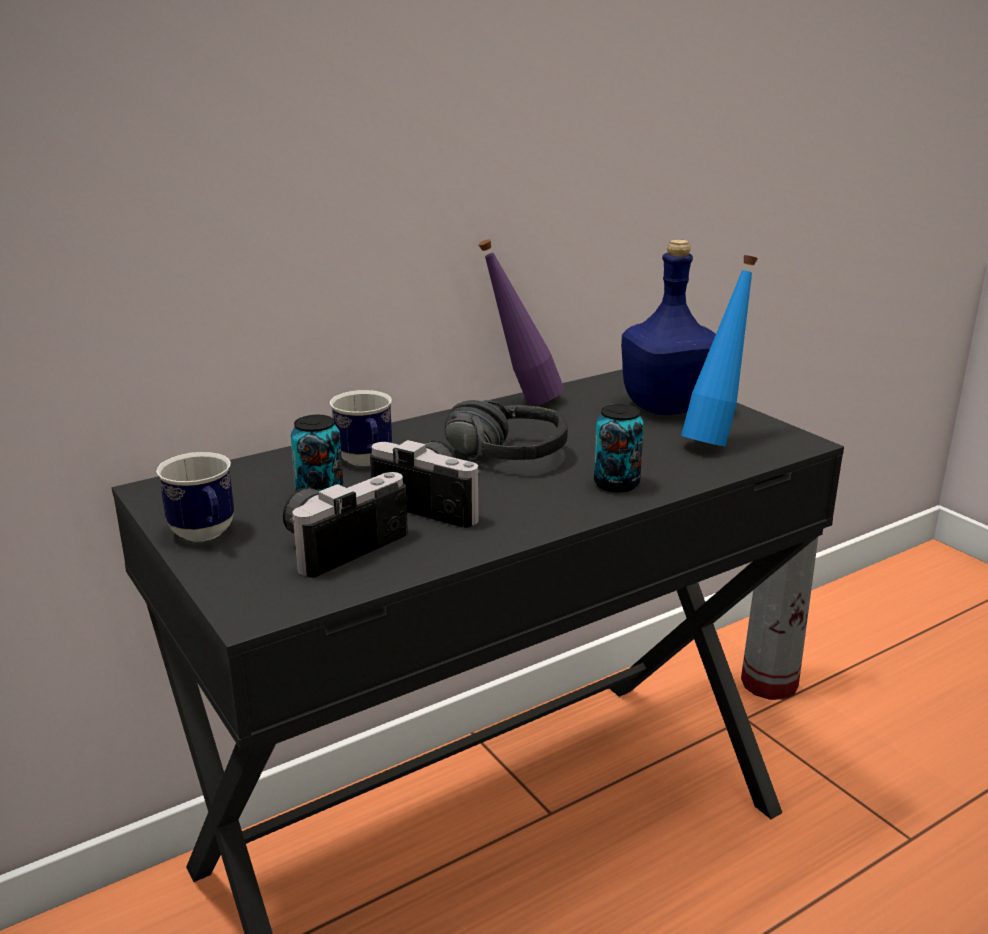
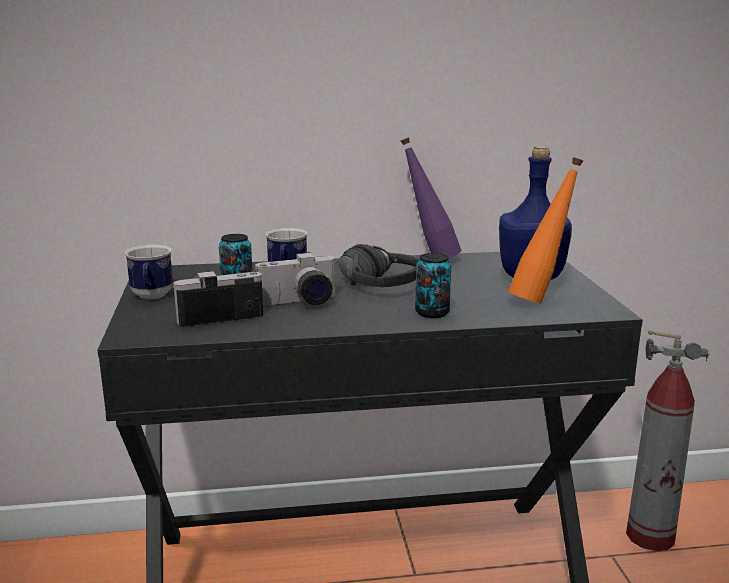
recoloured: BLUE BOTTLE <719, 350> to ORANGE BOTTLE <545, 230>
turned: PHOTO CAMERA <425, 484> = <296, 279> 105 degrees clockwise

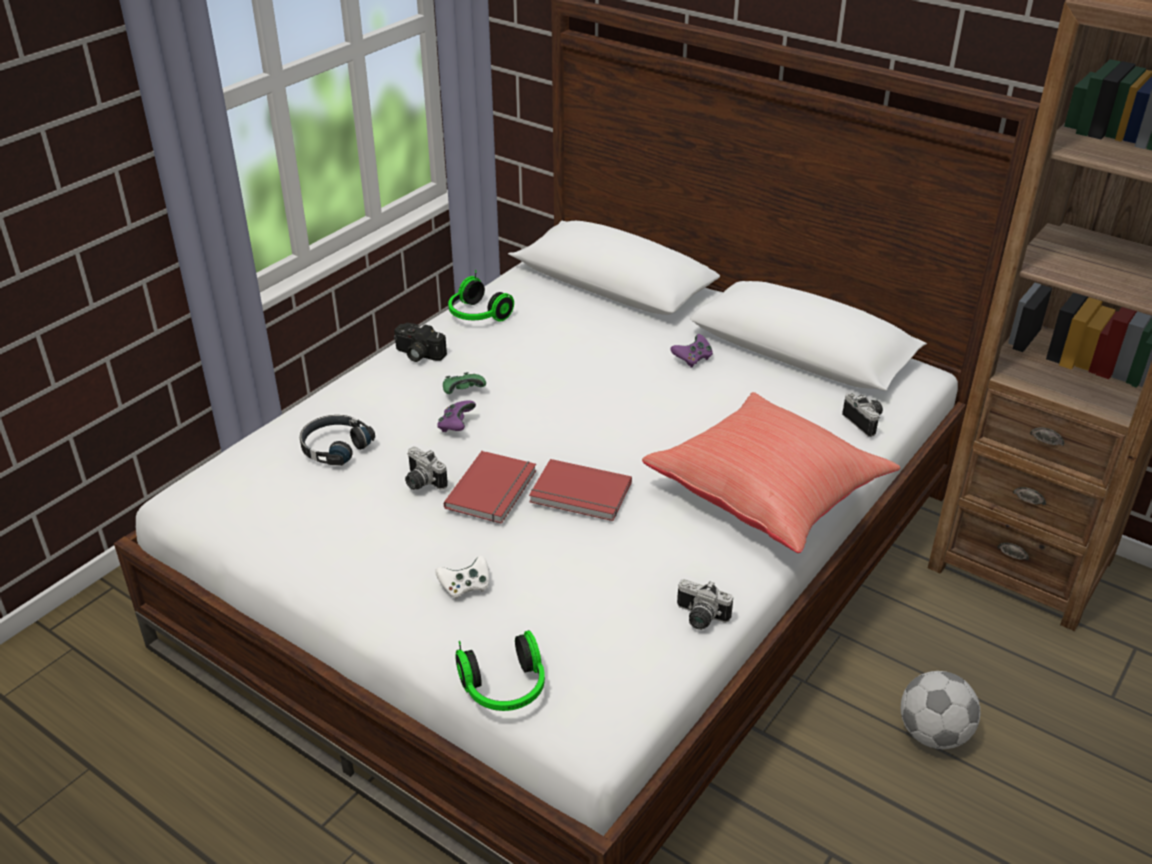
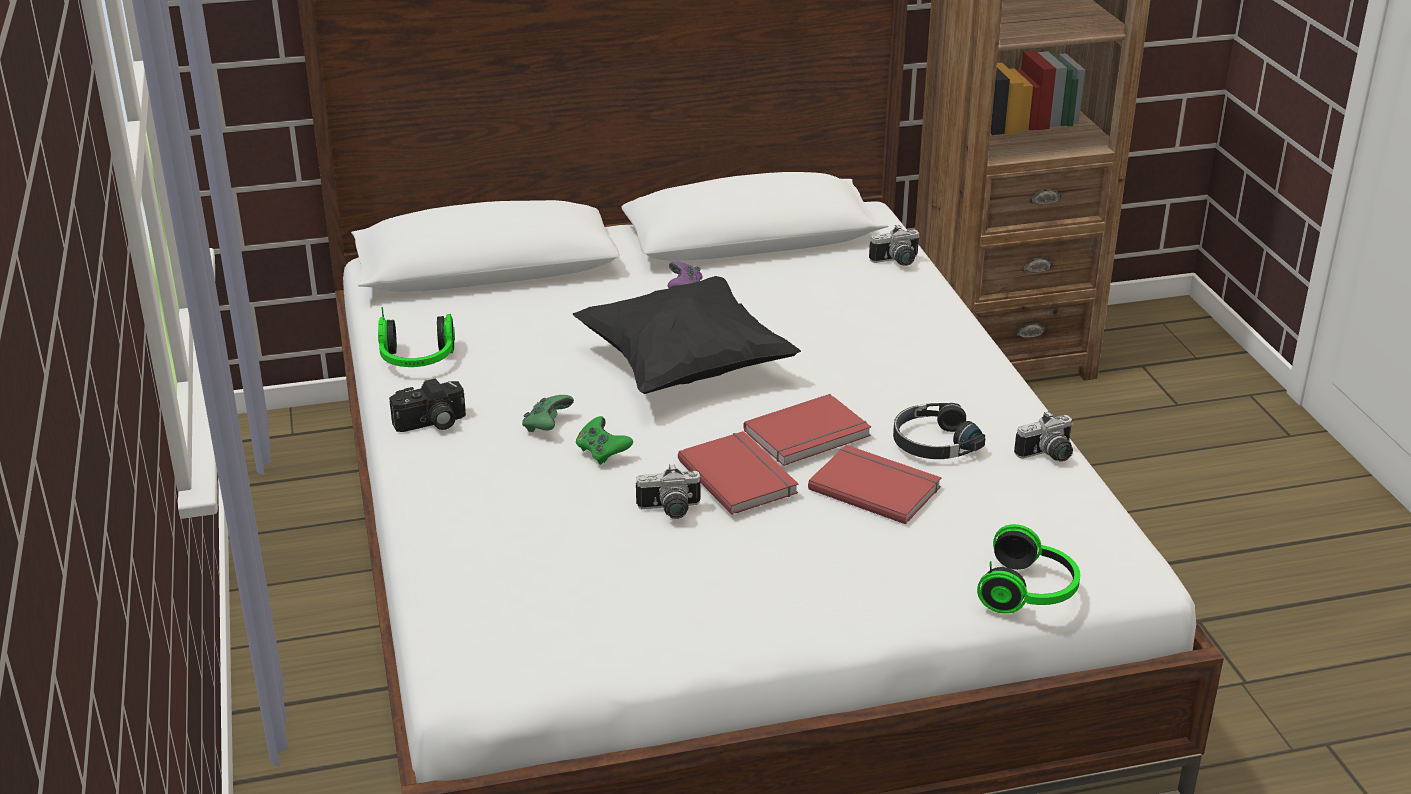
removed: RED PILLOW <771, 472>; WHITE GAME CONTROLLER <462, 577>; FOOTBALL <941, 710>
added: BLACK PILLOW <687, 335>; RED BOOK <874, 484>
moved: BLACK HEADPHONES <337, 440> to <939, 431>
recoloured: PURPLE GAME CONTROLLER <456, 416> to GREEN GAME CONTROLLER <604, 440>
turned: PHOTO CAMERA <862, 414> = <894, 245> 150 degrees clockwise

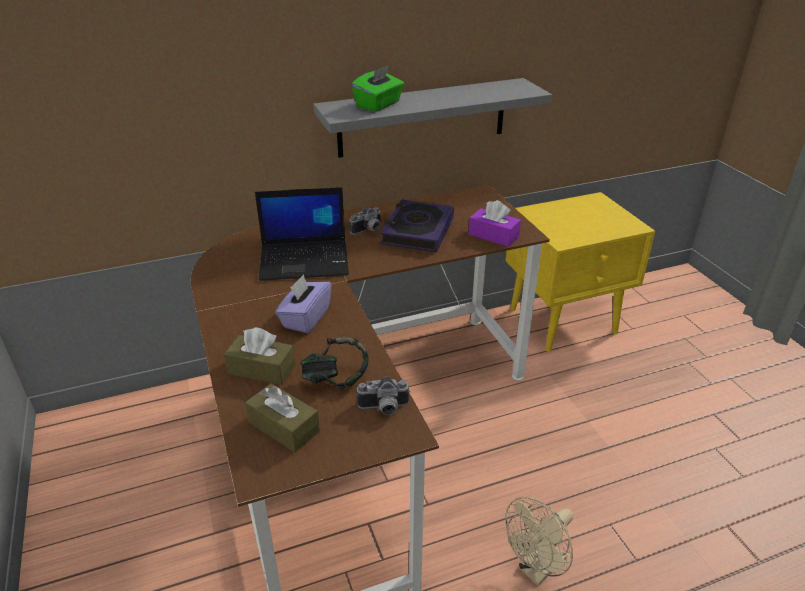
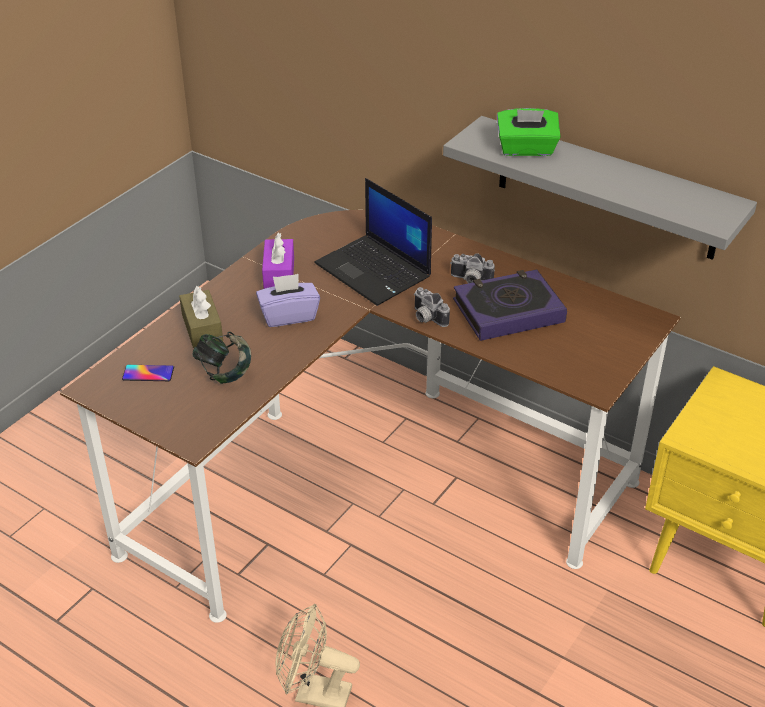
moved: PURPLE TISSUE BOX <495, 223> to <278, 261>; PHOTO CAMERA <383, 395> to <432, 307>
replaced: BROWN TISSUE BOX <282, 418> to PHONE <148, 373>

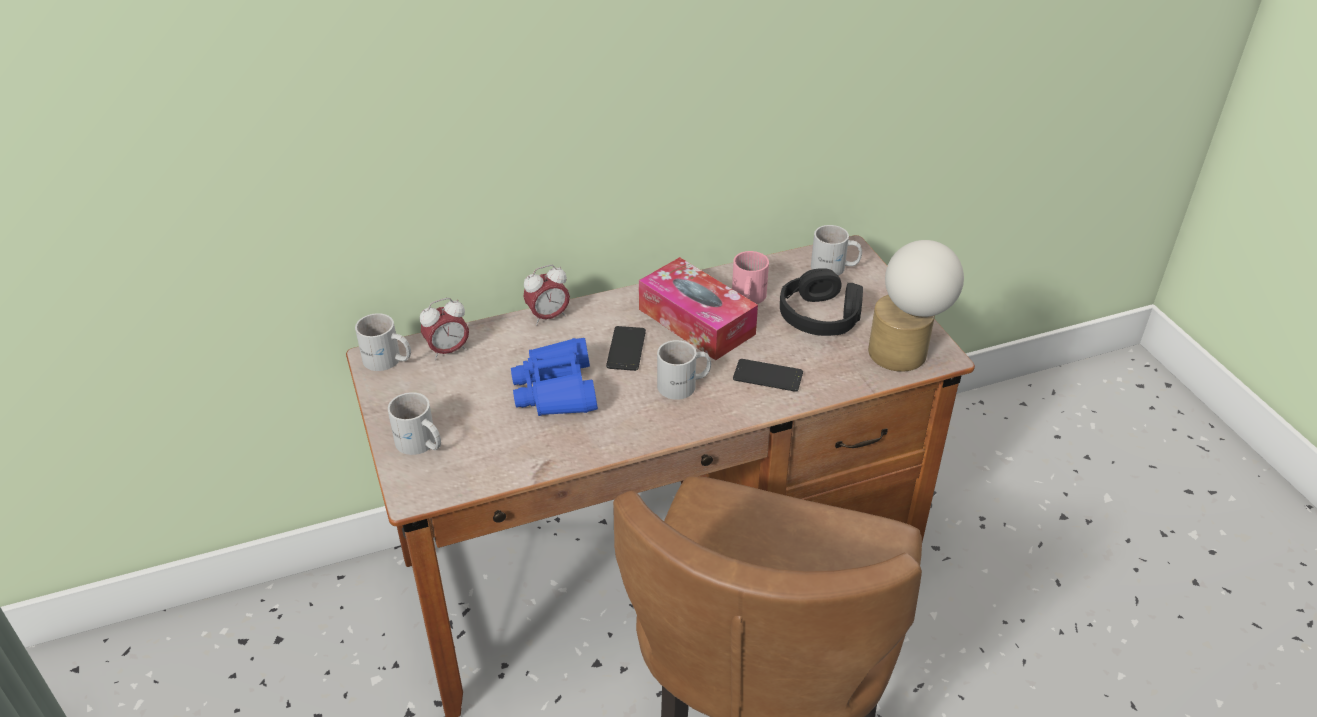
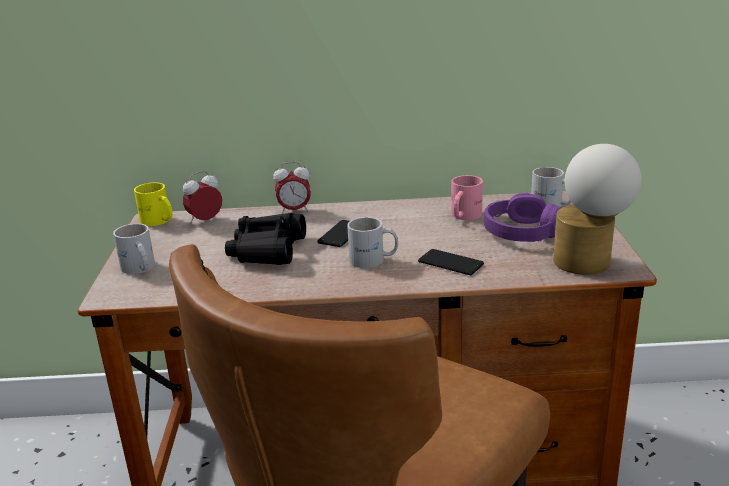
removed: TISSUE BOX <698, 308>
recoloured: BLACK HEADPHONES <821, 302> to PURPLE HEADPHONES <522, 217>; WHITE MUG <383, 342> to YELLOW MUG <153, 204>; BLUE BINOCULARS <554, 377> to BLACK BINOCULARS <265, 239>
turned: ALARM CLOCK <444, 329> = <202, 197> 150 degrees clockwise

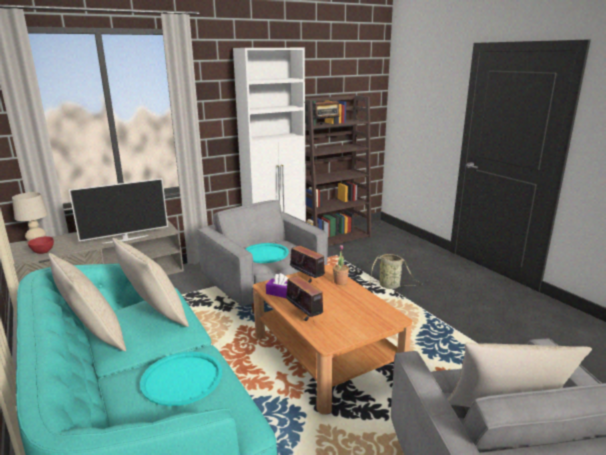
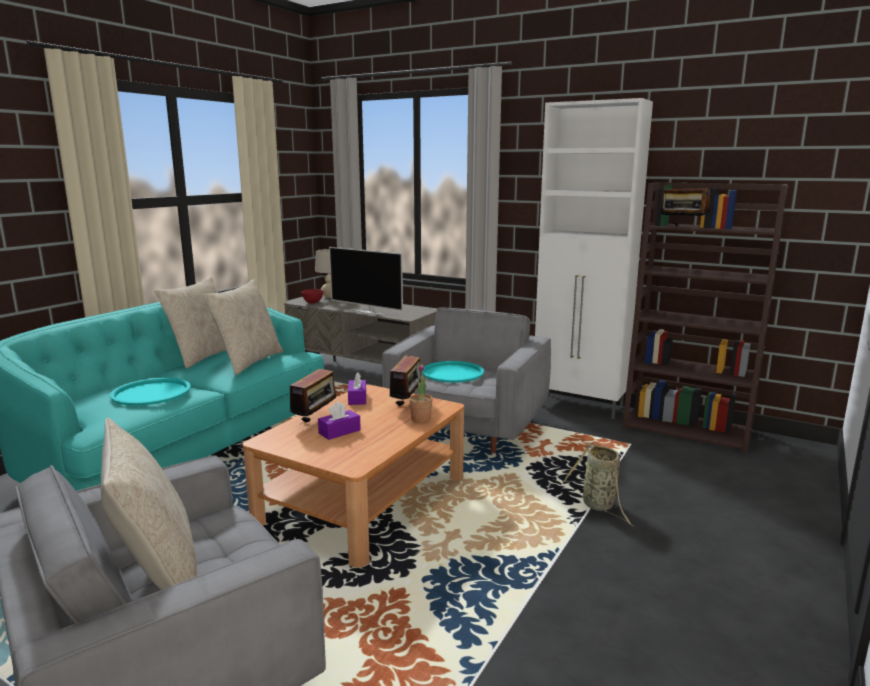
added: PURPLE TISSUE BOX <339, 420>

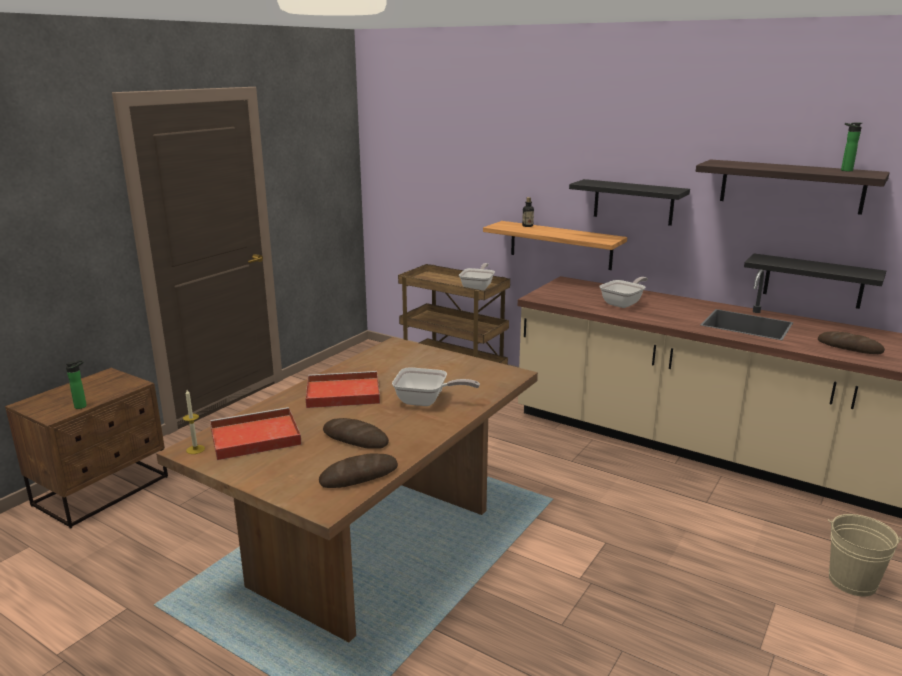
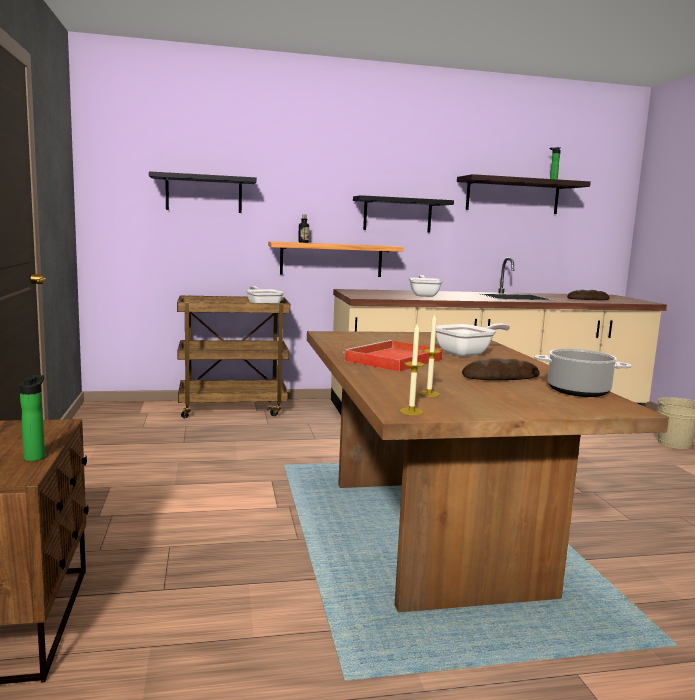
moved: BLACK SHELF <815, 281> to <203, 192>
replaced: RED TRAY <256, 433> to CANDLE <429, 355>; BREAD <358, 470> to COOKING POT <583, 373>

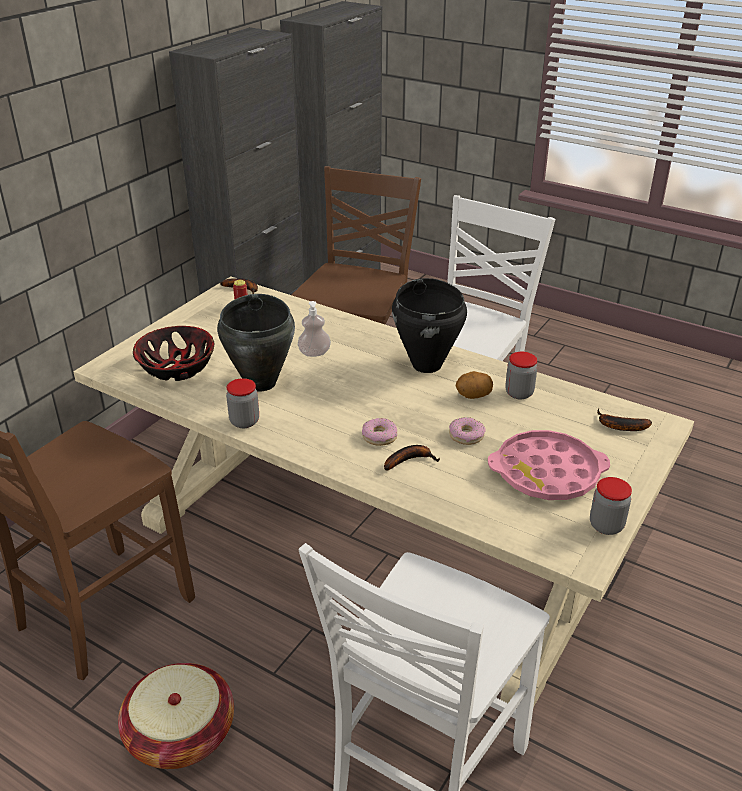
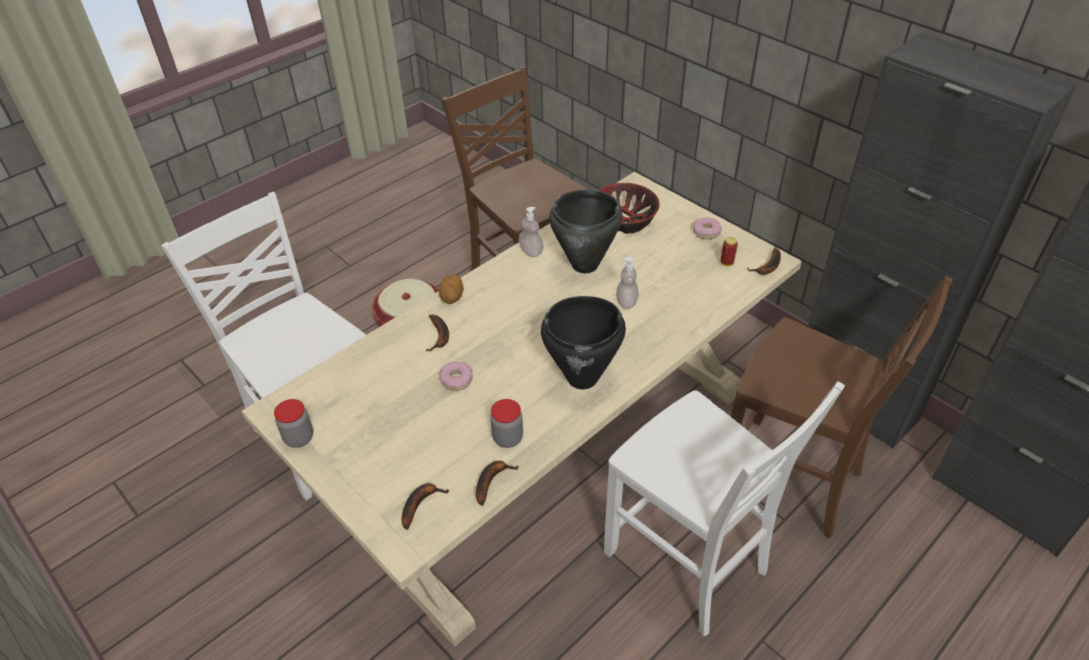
removed: PINK TRAY <549, 465>
added: BANANA <497, 483>
moved: POTATO <474, 385> to <451, 289>; DONUT <379, 432> to <707, 228>
replaced: JAR <242, 403> to SOAP DISPENSER <531, 232>

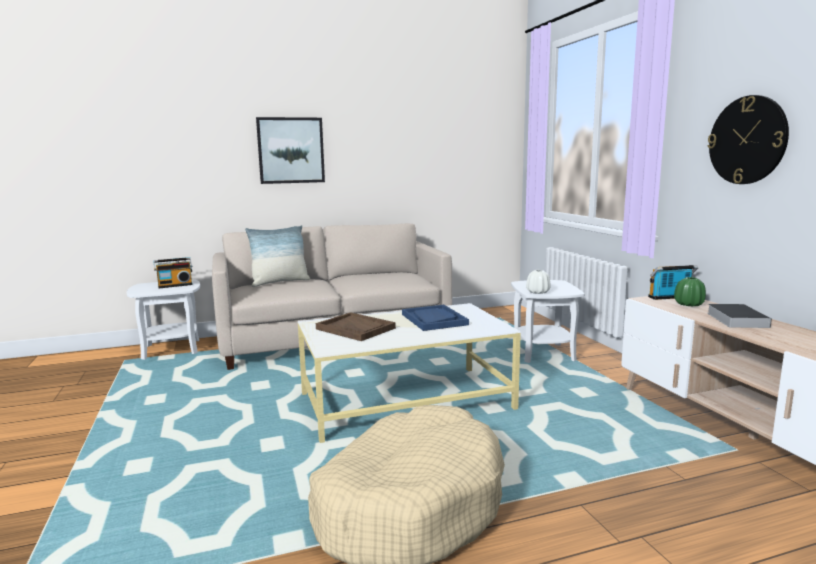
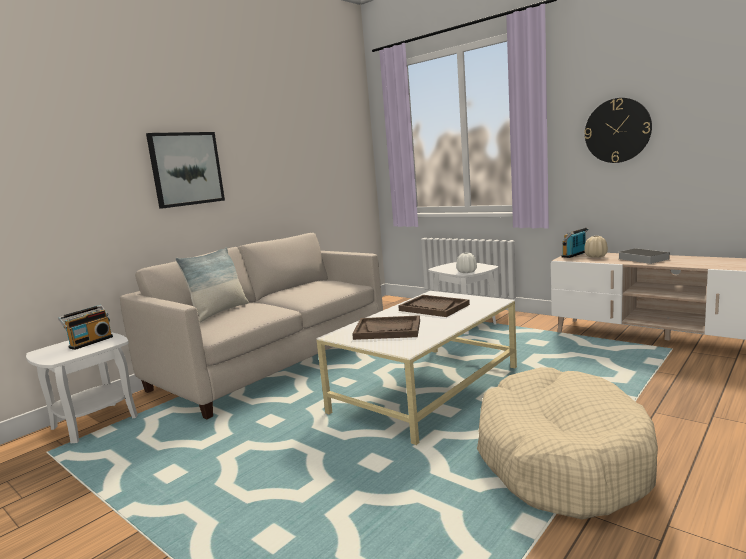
recoloured: GREEN VASE <690, 291> to BEIGE VASE <596, 247>; BLUE TRAY <435, 318> to BROWN TRAY <434, 306>

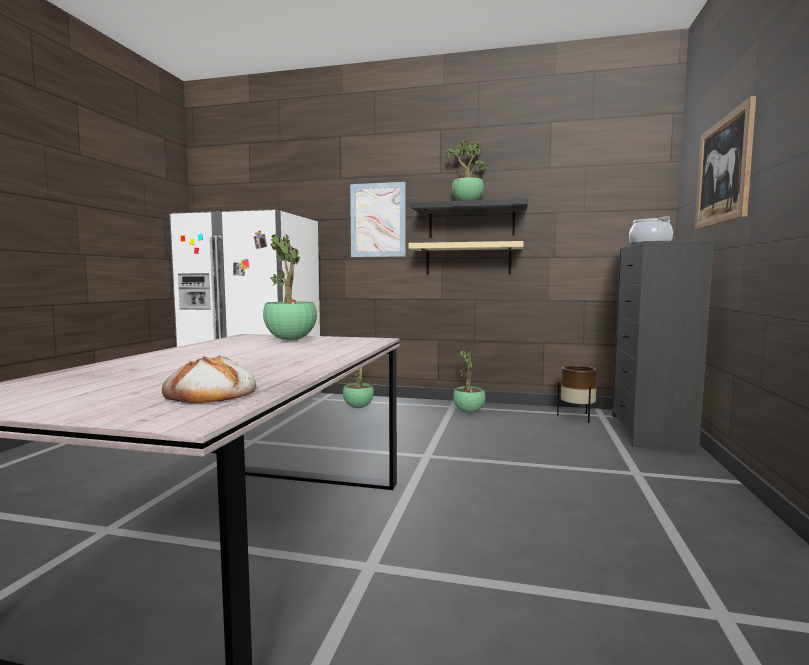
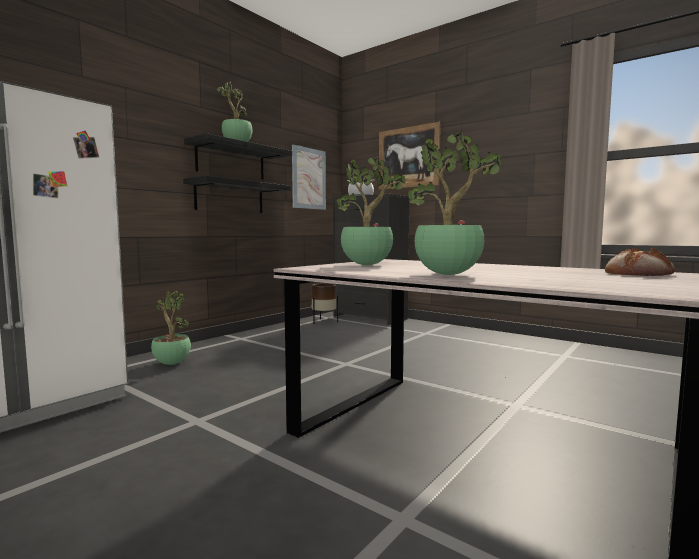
moved: PICTURE <378, 219> to <309, 177>; POTTED PLANT <469, 381> to <454, 203>
recoloured: BEIGE SHELF <466, 257> to BLACK SHELF <237, 194>

